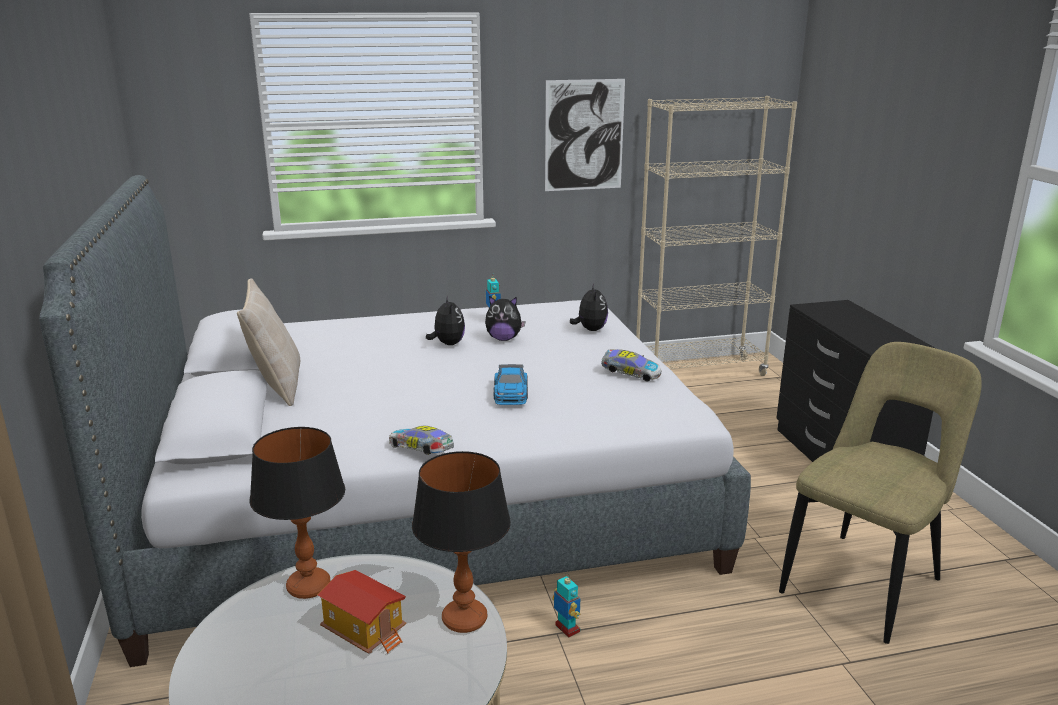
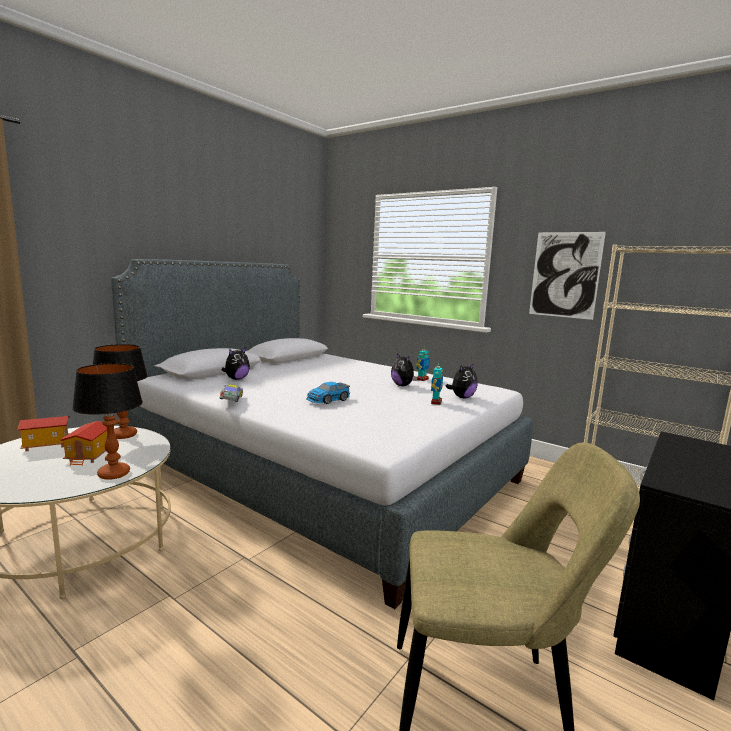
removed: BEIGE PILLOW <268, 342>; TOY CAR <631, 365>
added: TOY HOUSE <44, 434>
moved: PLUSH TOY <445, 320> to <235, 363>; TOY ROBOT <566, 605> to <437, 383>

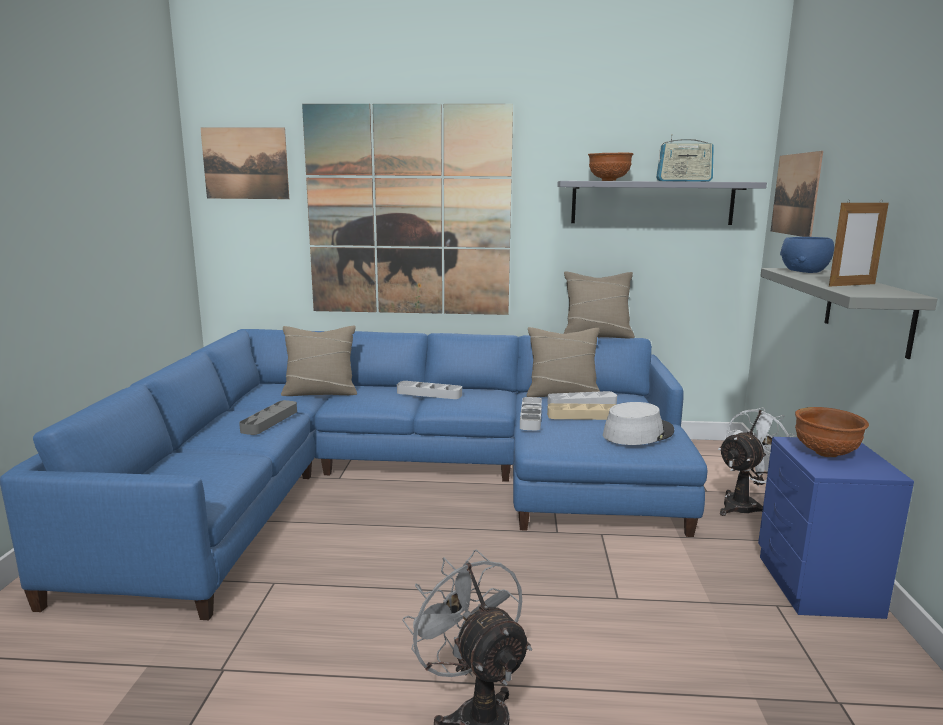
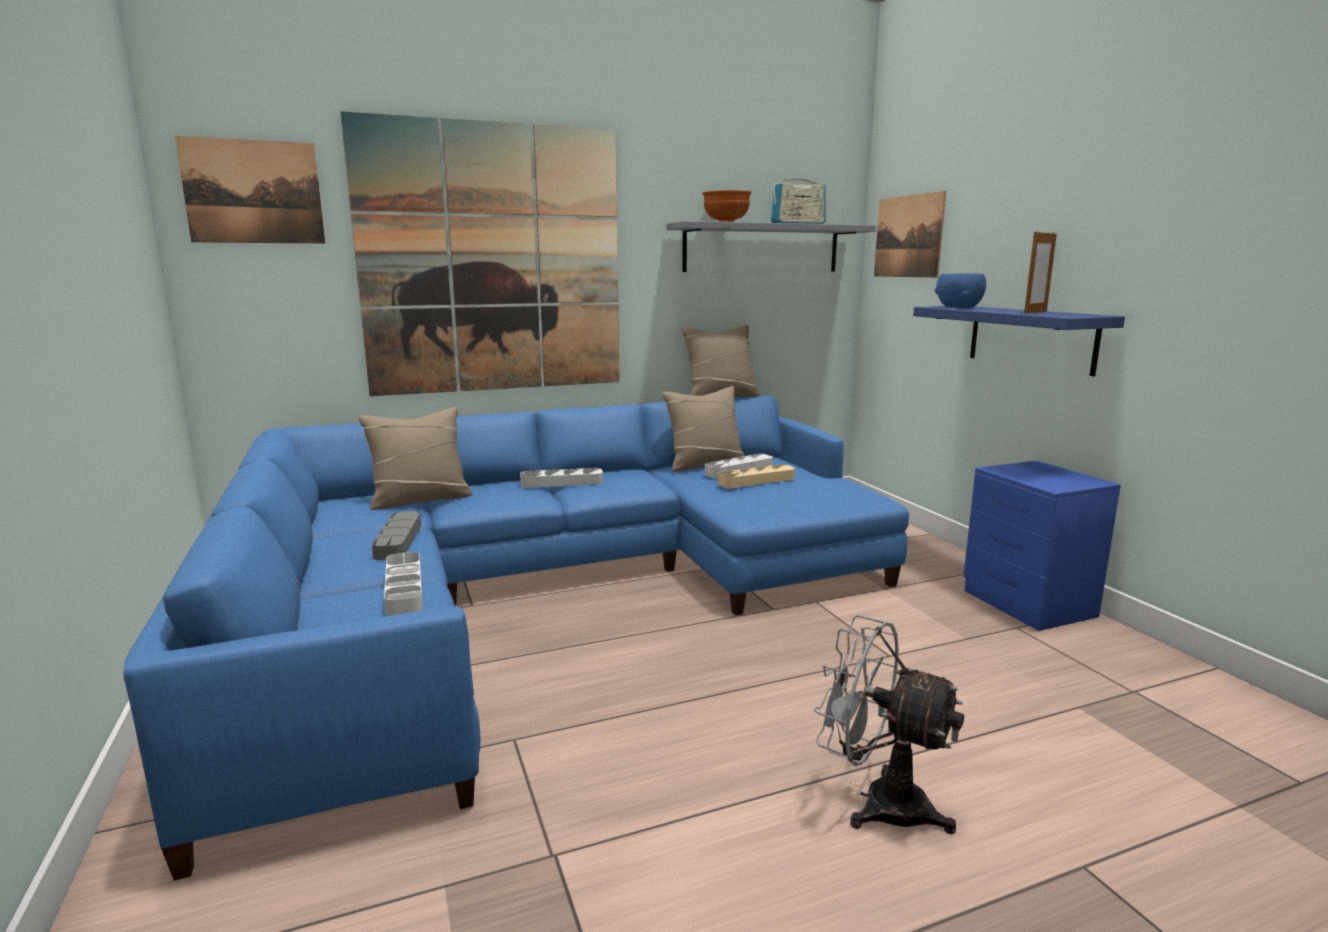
removed: GREY HAT <638, 423>; WHITE FAN <757, 461>; BROWN BOWL <832, 432>
moved: GREY TRAY <531, 414> to <403, 584>
recoloured: GREY SHELF <848, 313> to BLUE SHELF <1019, 341>

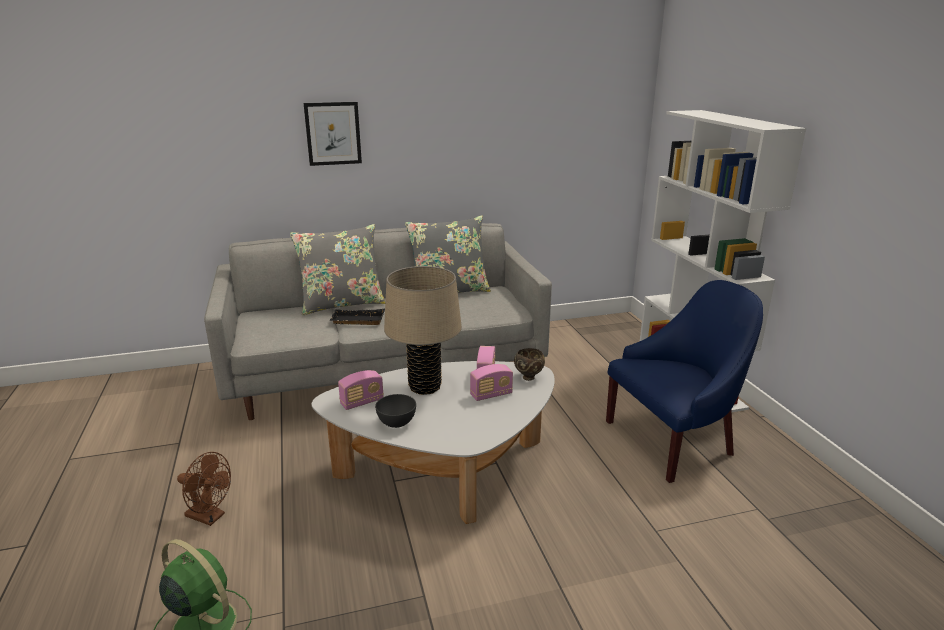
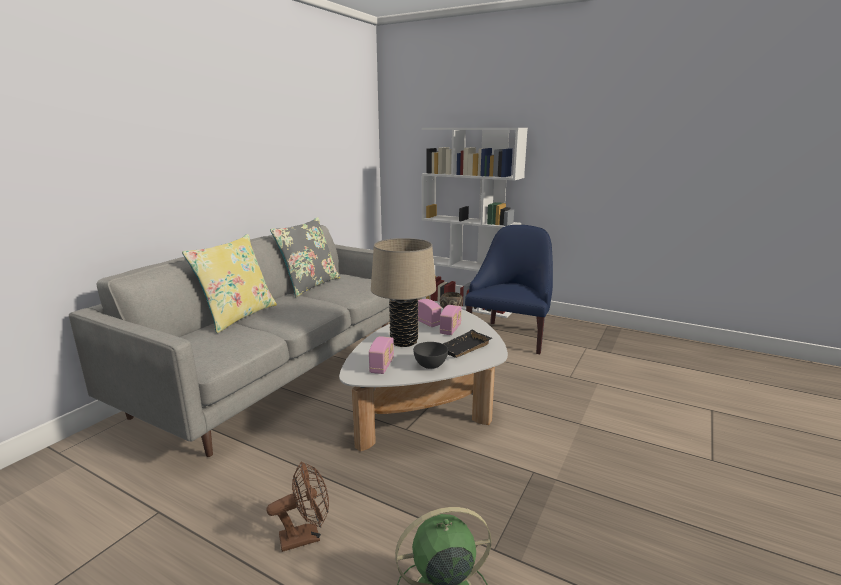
removed: PICTURE <332, 134>
moved: BLACK TRAY <357, 317> to <467, 344>
recoloured: GREY PILLOW <337, 269> to YELLOW PILLOW <229, 283>

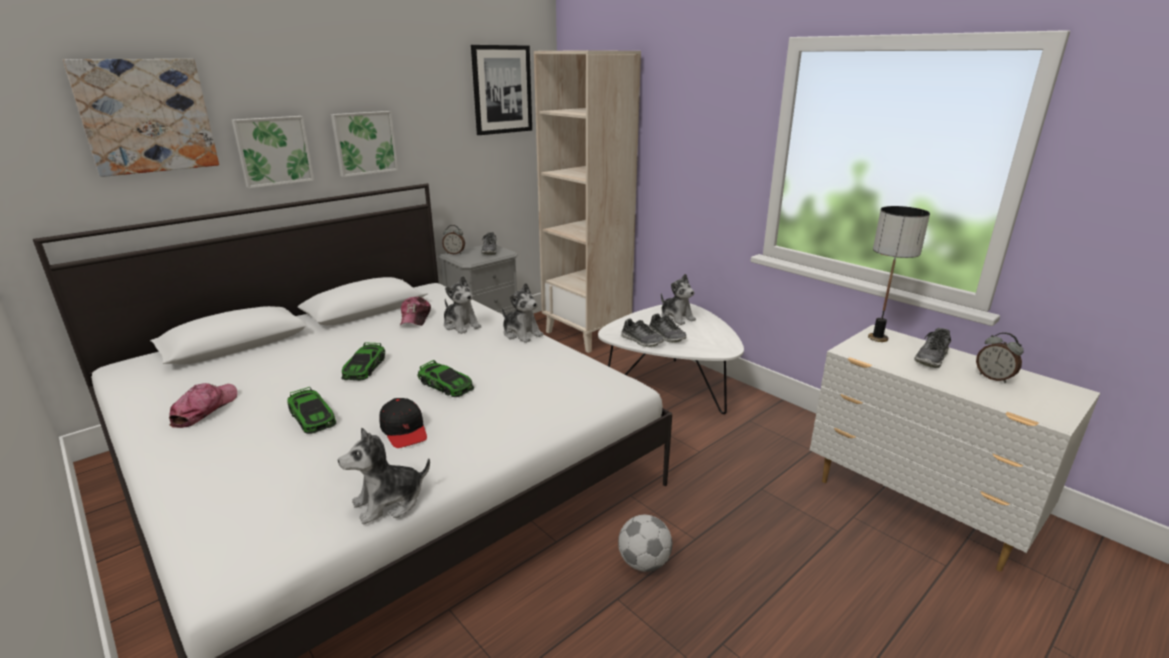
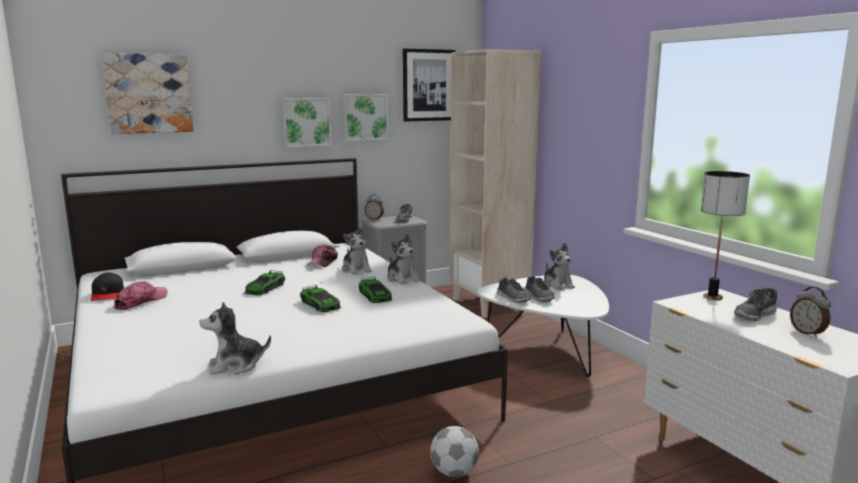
moved: PICTURE <273, 152> to <365, 117>; TOY CAR <311, 410> to <375, 290>; BLACK CAP <403, 423> to <107, 286>

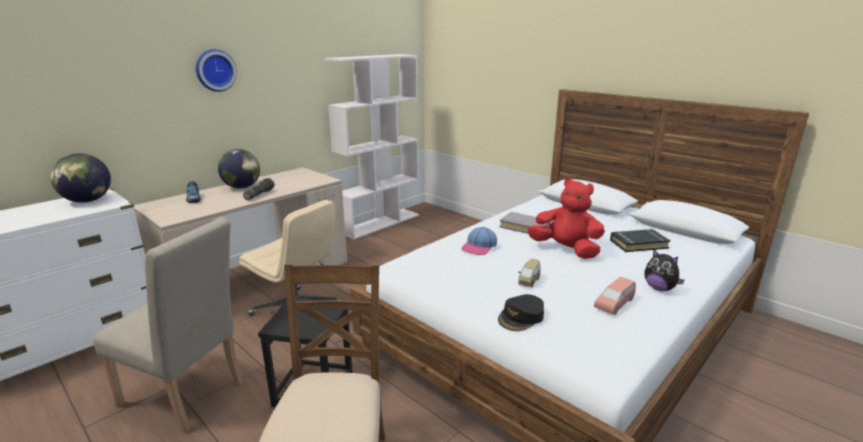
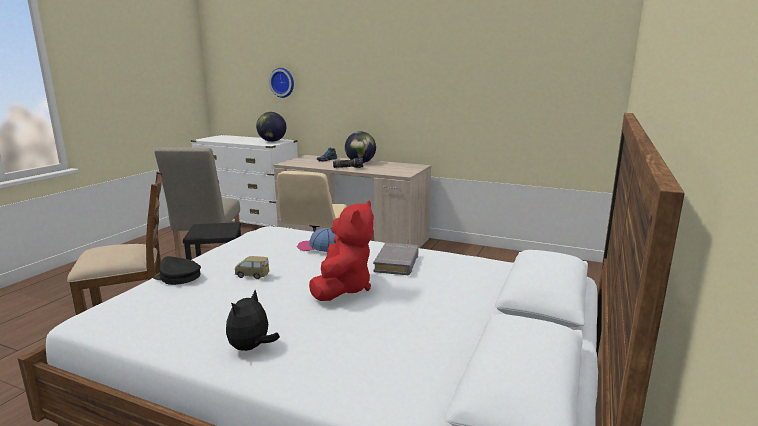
removed: WHITE BOOKCASE <371, 147>; BLACK BOOK <640, 240>; PINK TOY CAR <615, 296>
moved: WALL CLOCK <216, 70> to <281, 83>

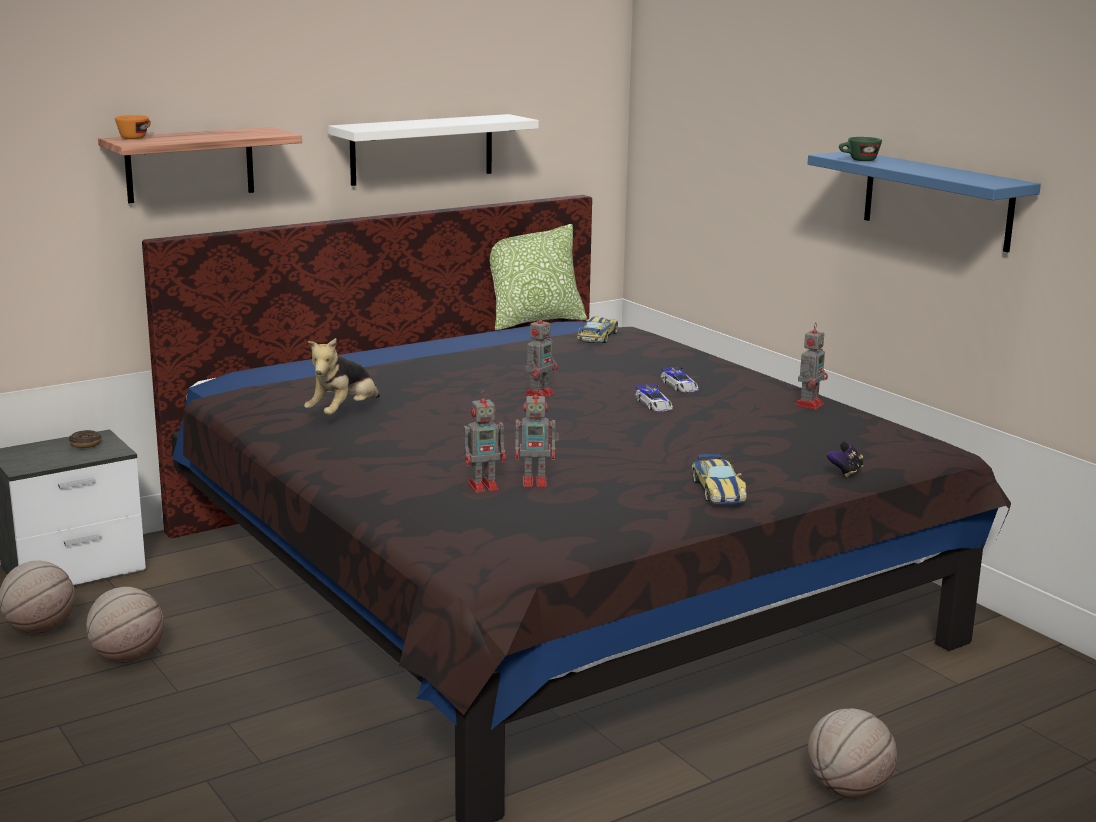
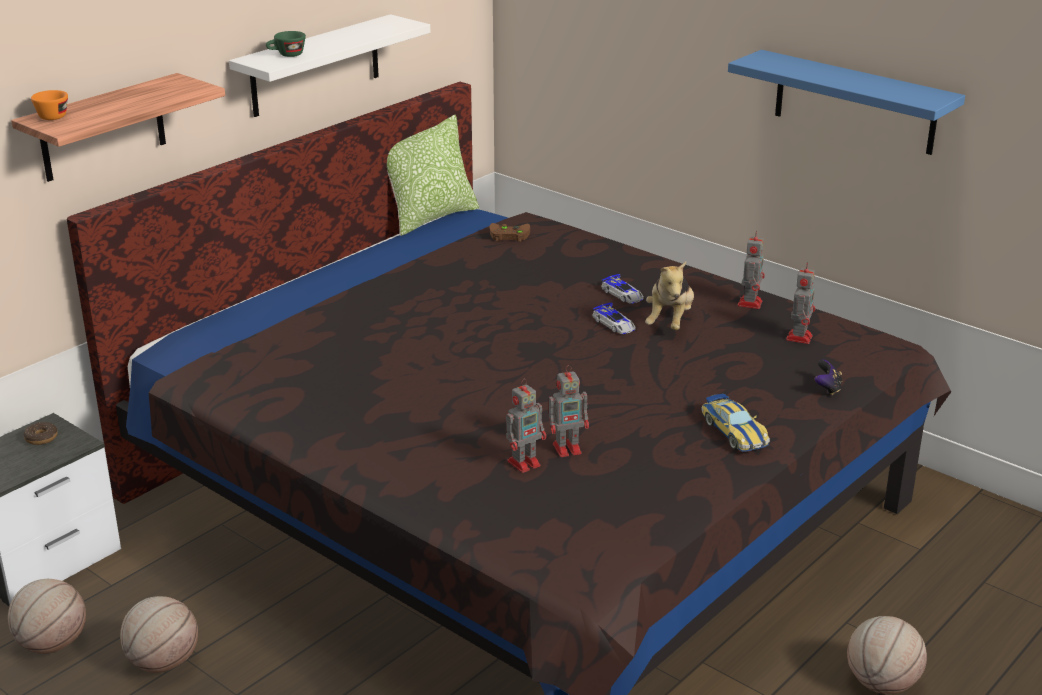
moved: GREEN CUP <860, 149> to <286, 44>; TOY ROBOT <541, 355> to <801, 303>; PLUSH TOY <342, 376> to <669, 295>
replaced: TOY CAR <597, 330> to BROWN GAME CONTROLLER <510, 232>

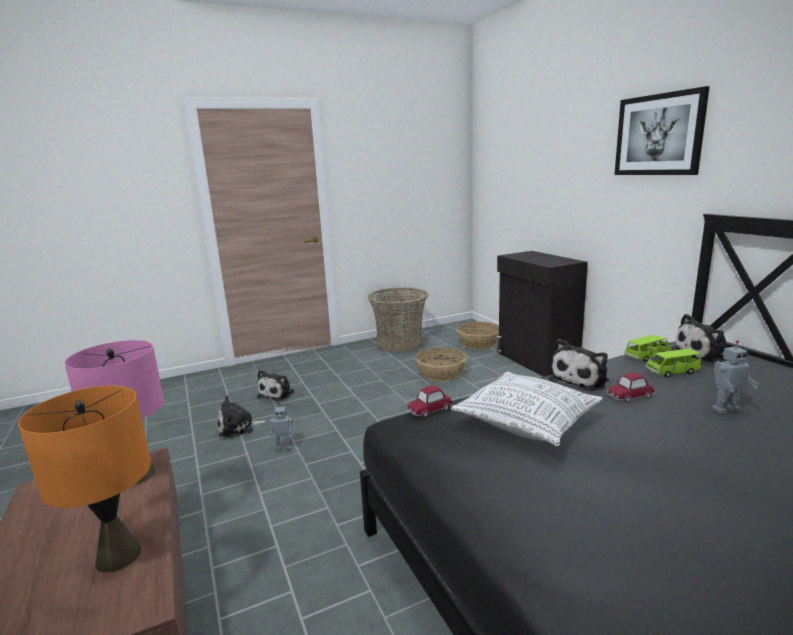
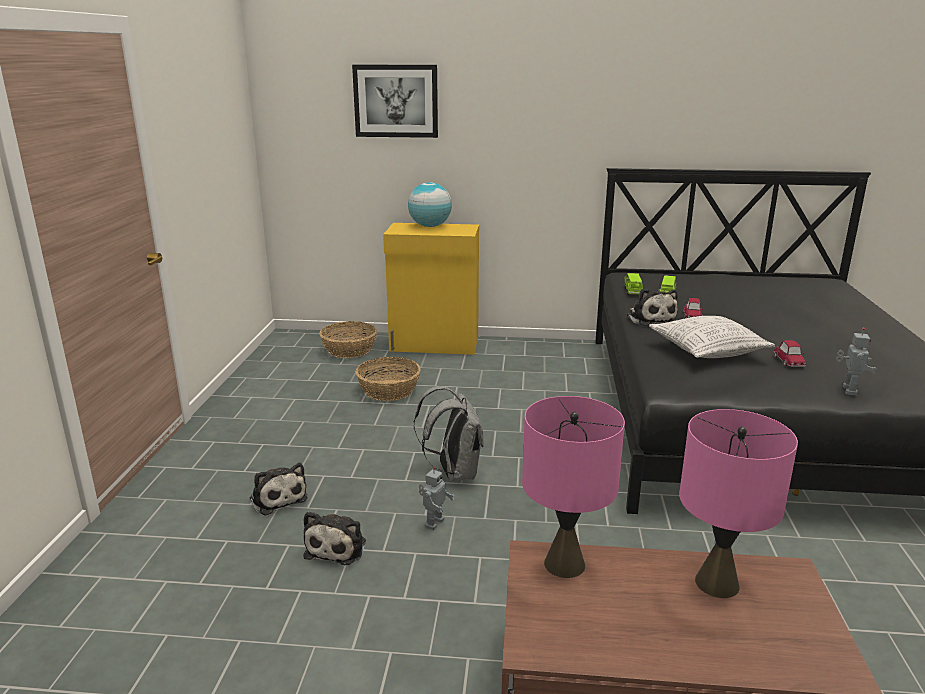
removed: BASKET <398, 319>; PLUSH TOY <699, 339>
added: GLOBE <430, 204>; GREY BACKPACK <449, 434>
moved: PICTURE <662, 130> to <395, 101>; TOY ROBOT <735, 377> to <856, 361>; TOY CAR <430, 401> to <789, 353>
recoloured: BLACK CABINET <542, 314> to YELLOW CABINET <431, 289>; ORANGE TABLE LAMP <84, 479> to PINK TABLE LAMP <738, 503>

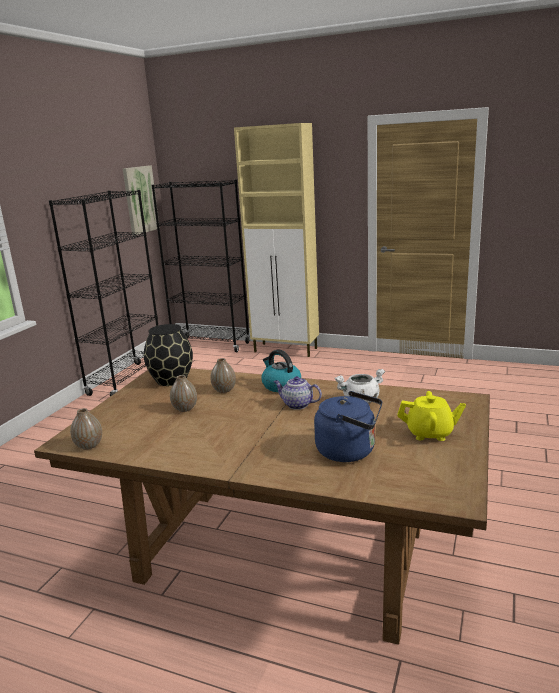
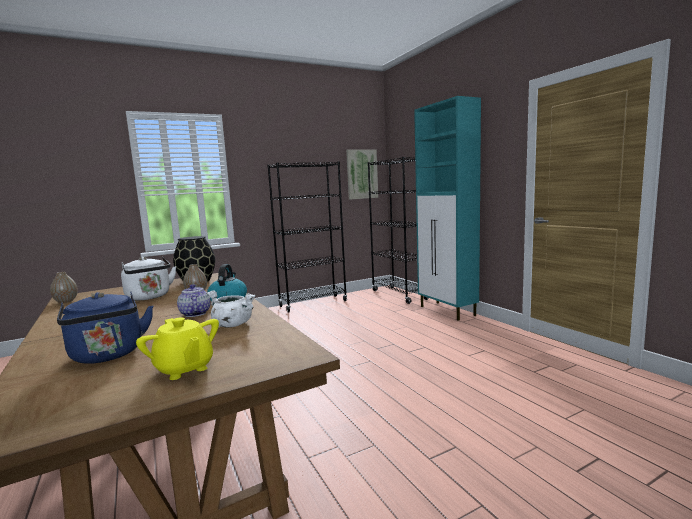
replaced: VASE <183, 393> to WHITE KETTLE <148, 278>
recoloured: BEIGE CABINET <276, 240> to TURQUOISE CABINET <447, 208>

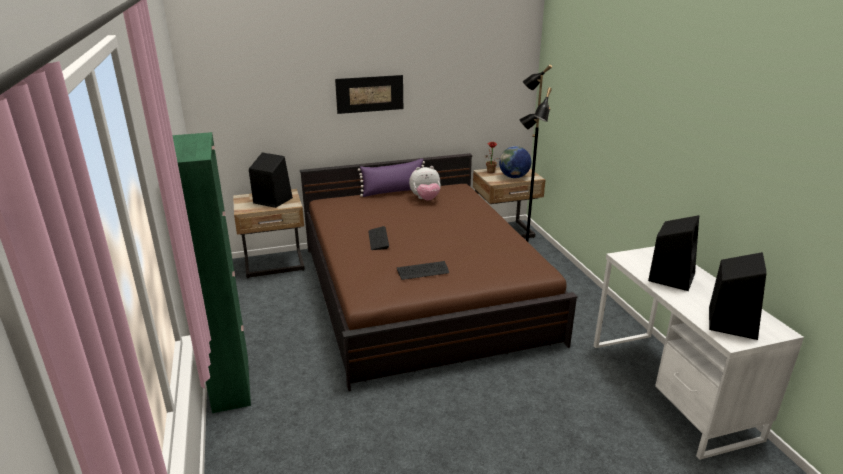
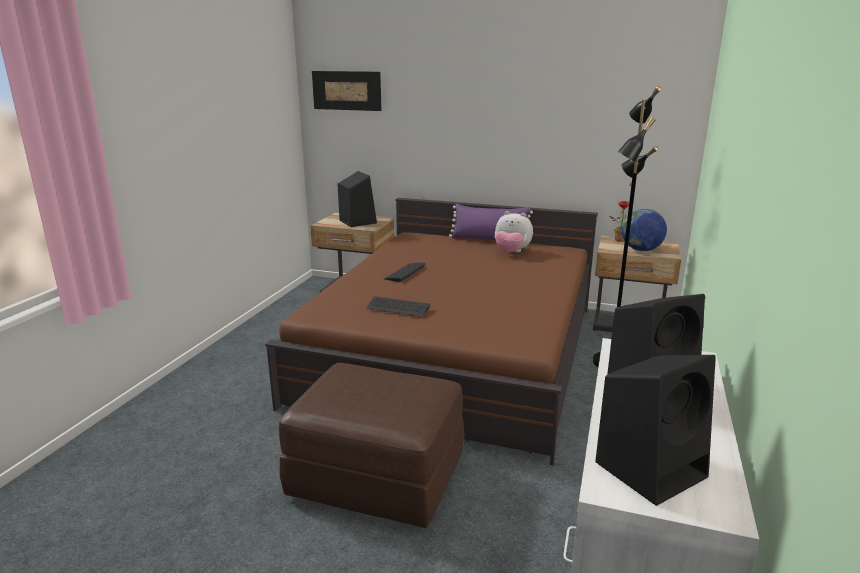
removed: GREEN CABINET <211, 272>
added: BROWN OTTOMAN <372, 445>
moved: PICTURE <369, 94> to <346, 91>

